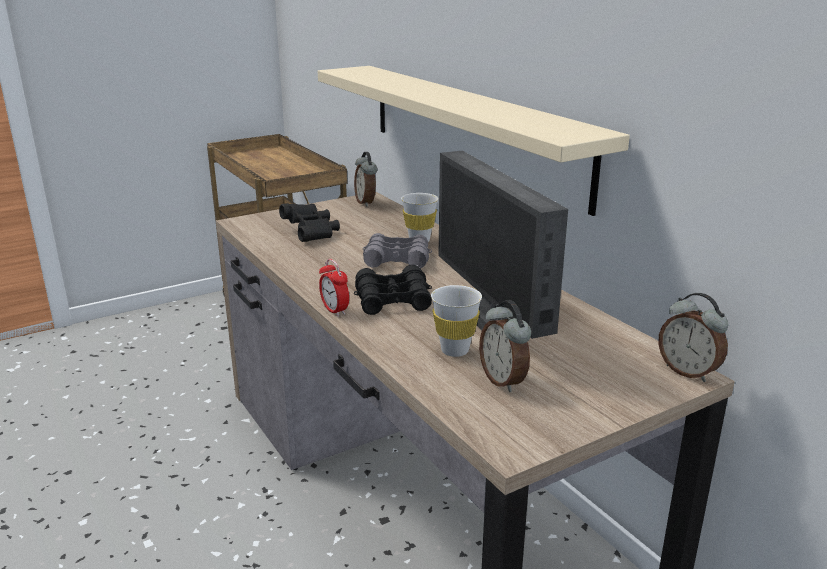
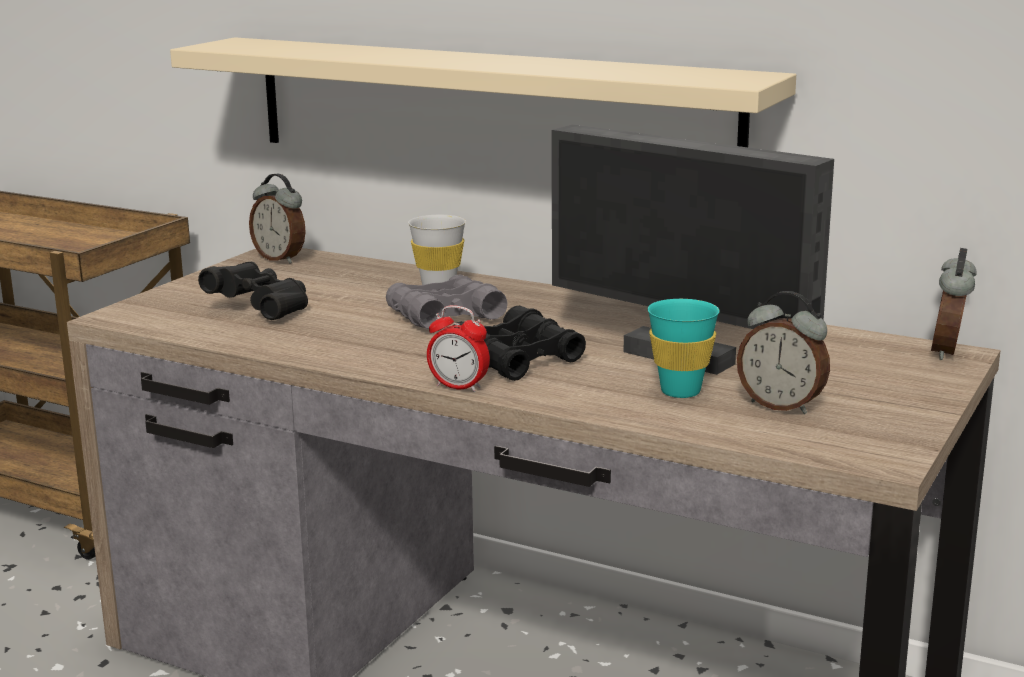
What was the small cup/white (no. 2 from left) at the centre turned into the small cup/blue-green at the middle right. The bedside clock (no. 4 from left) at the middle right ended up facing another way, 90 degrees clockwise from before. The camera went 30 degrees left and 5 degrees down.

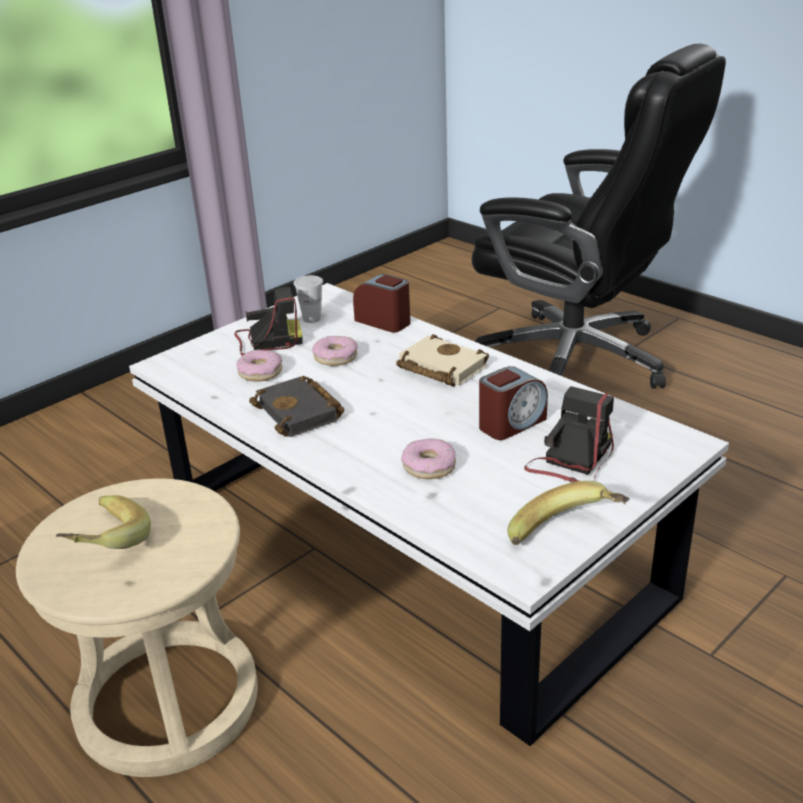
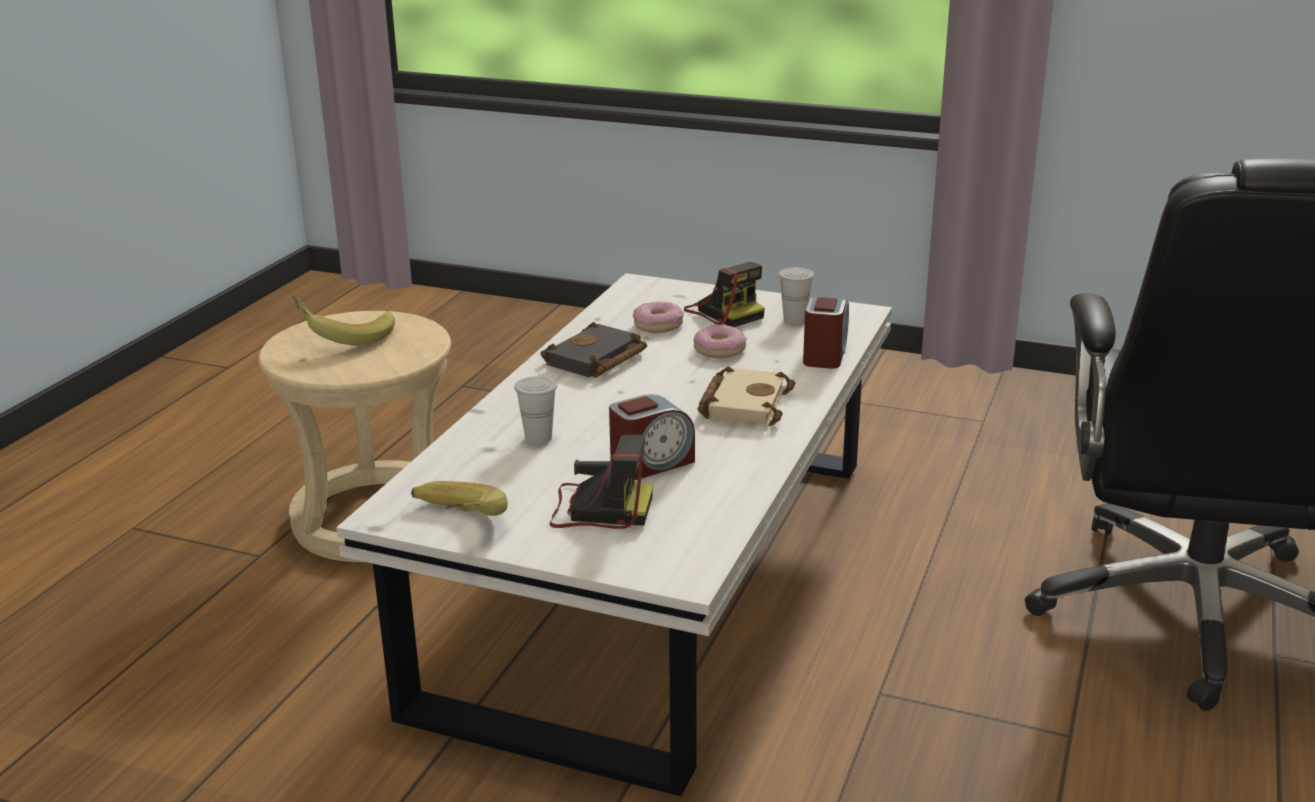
Where the ring doughnut (no. 3 from left) stood at the centre, the small cup/white (no. 1 from left) came to stand at the centre. The bedside clock (no. 2 from left in the first image) at the centre ended up facing another way, 60 degrees counterclockwise from before. The camera went 65 degrees right and 5 degrees down.

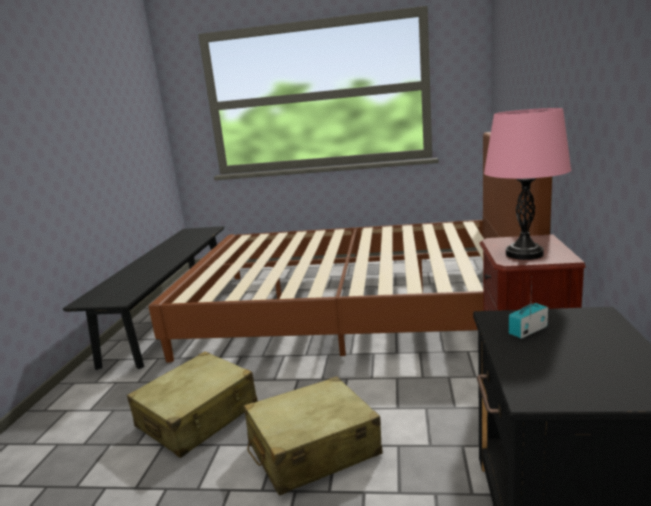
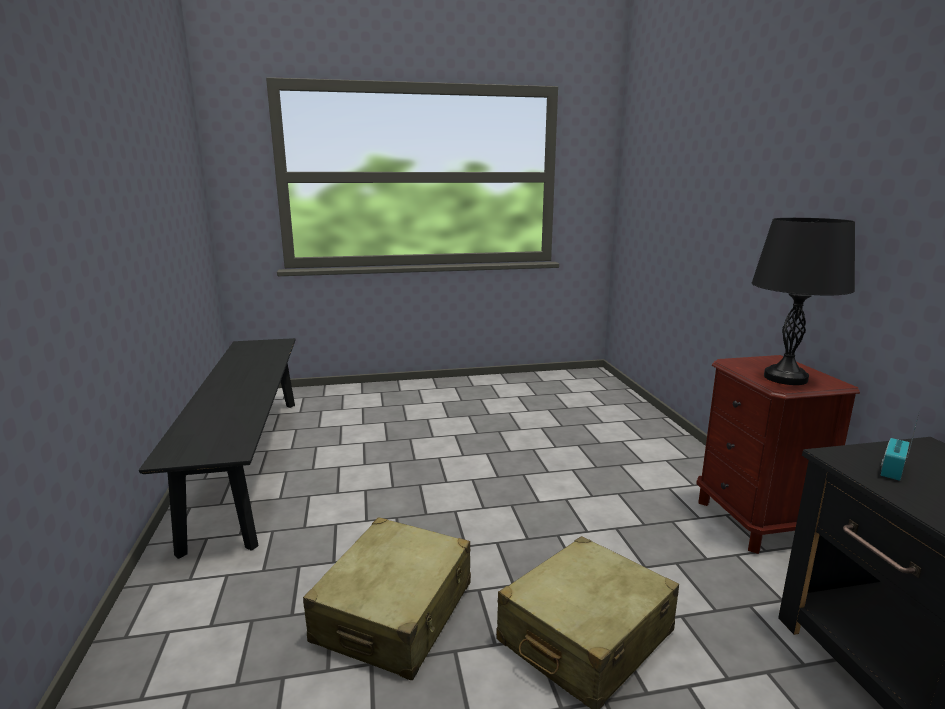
The second view lost the bed/brown-coloured at the centre. What was the table lamp/pink at the middle right turned into the table lamp/blackish at the middle right. The camera went 20 degrees left and 0 degrees up.

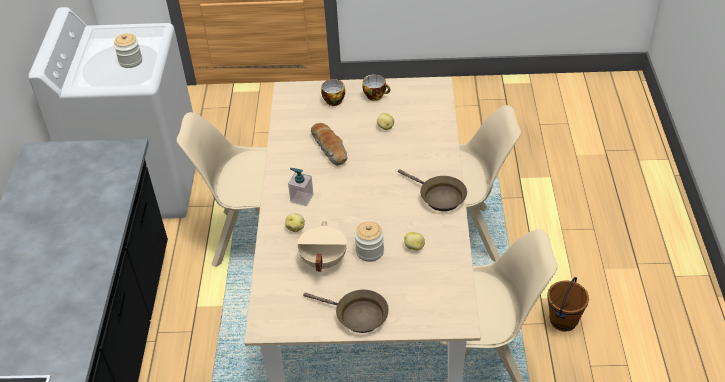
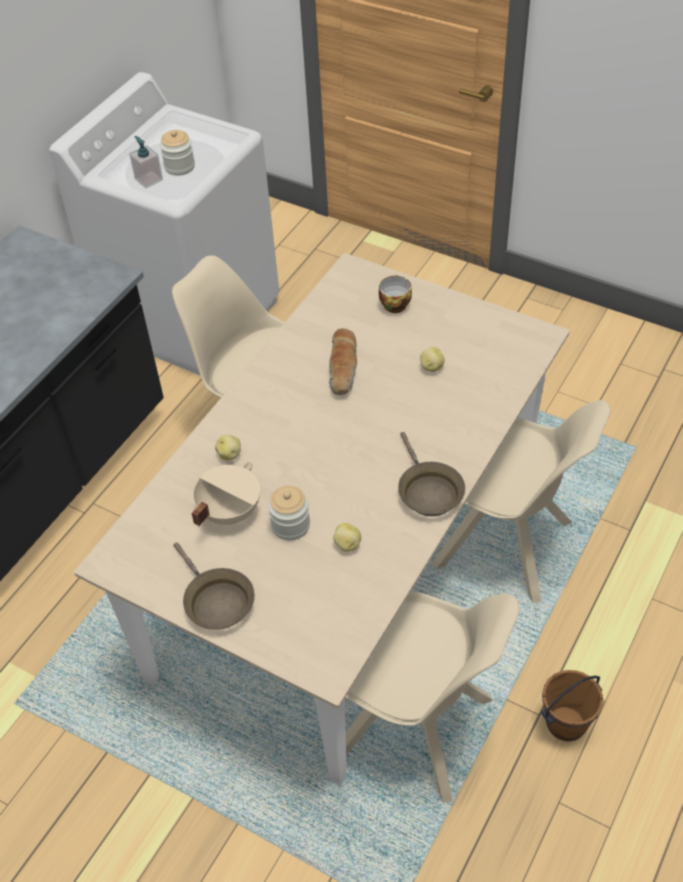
The liquid soap bottle ended up elsewhere, having gone from the centre to the top left. The second view lost the small cup (no. 2 from left) at the top centre. The camera went 30 degrees right and 5 degrees up.

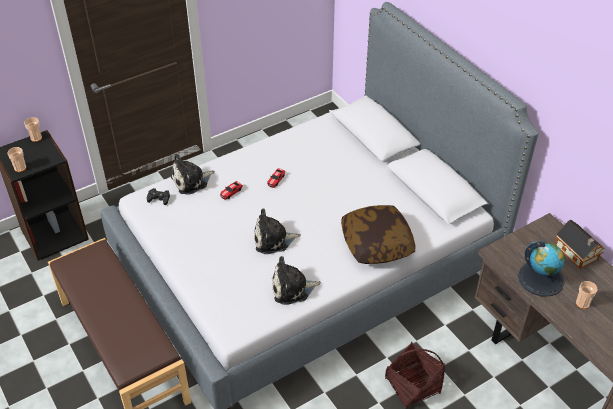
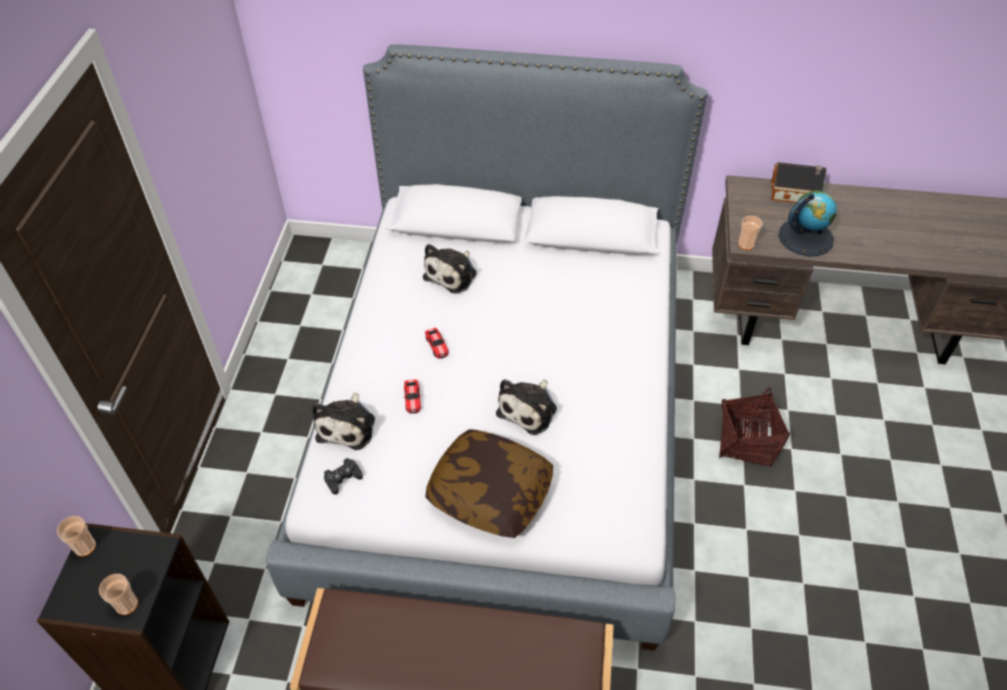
The soft toy (no. 3 from left in the first image) ended up elsewhere, having gone from the bottom centre to the centre. The cushion ended up elsewhere, having gone from the centre to the bottom centre. The small cup (no. 3 from left) ended up elsewhere, having gone from the bottom right to the middle right. The camera went 50 degrees left and 5 degrees up.

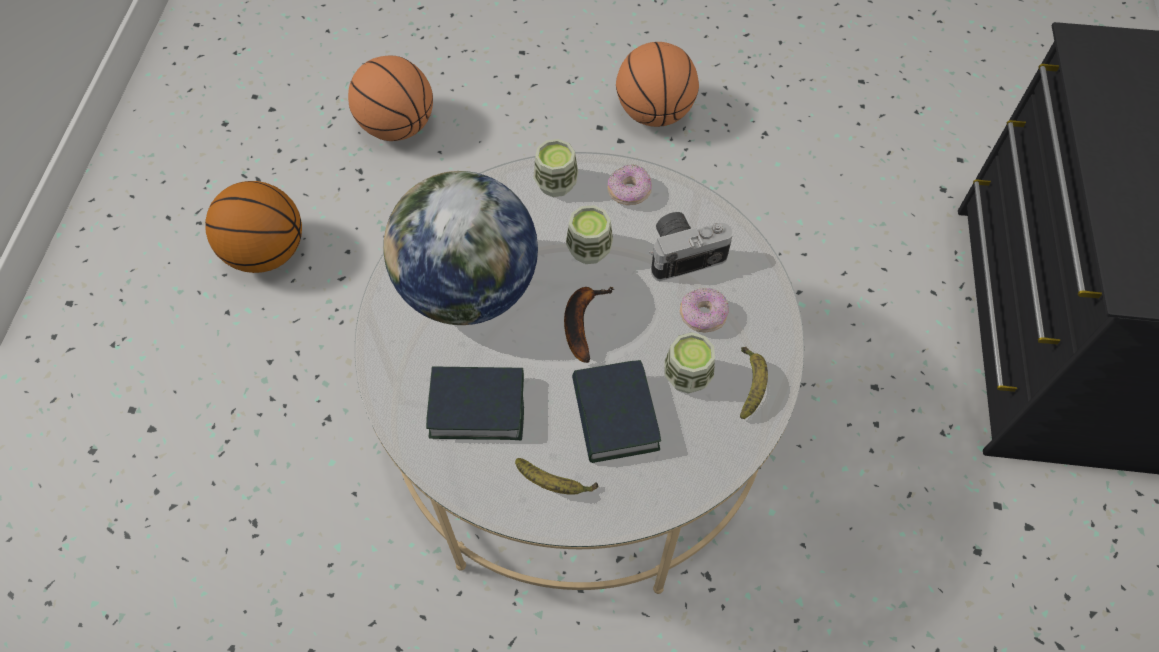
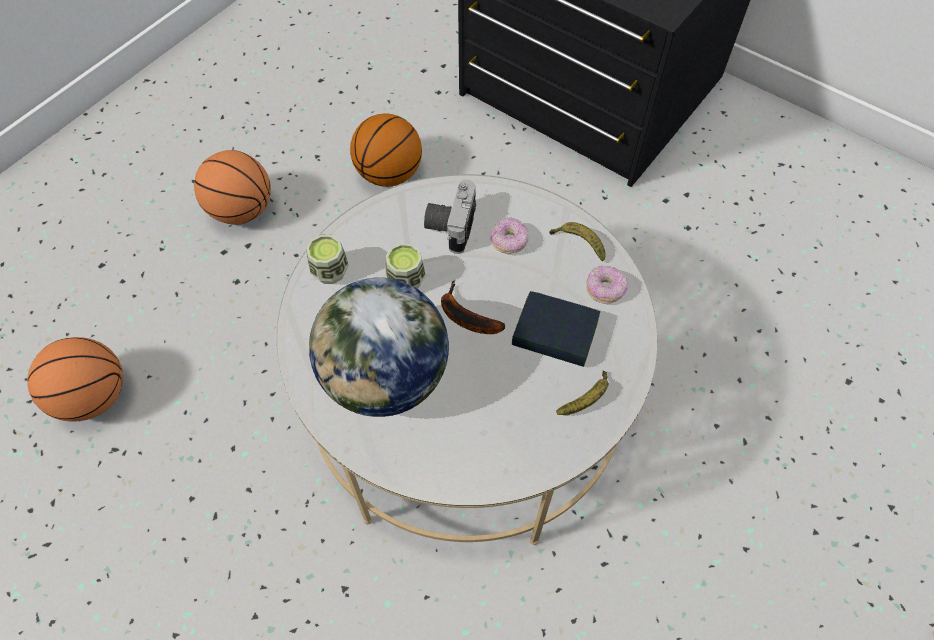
The basketball ball (no. 1 from left in the first image) ended up elsewhere, having gone from the middle left to the top centre. The second view lost the bound book (no. 1 from left) at the centre. The ring doughnut (no. 1 from left in the first image) ended up elsewhere, having gone from the top centre to the centre. The second view lost the small cup (no. 3 from left) at the centre. The camera went 60 degrees left and 0 degrees up.

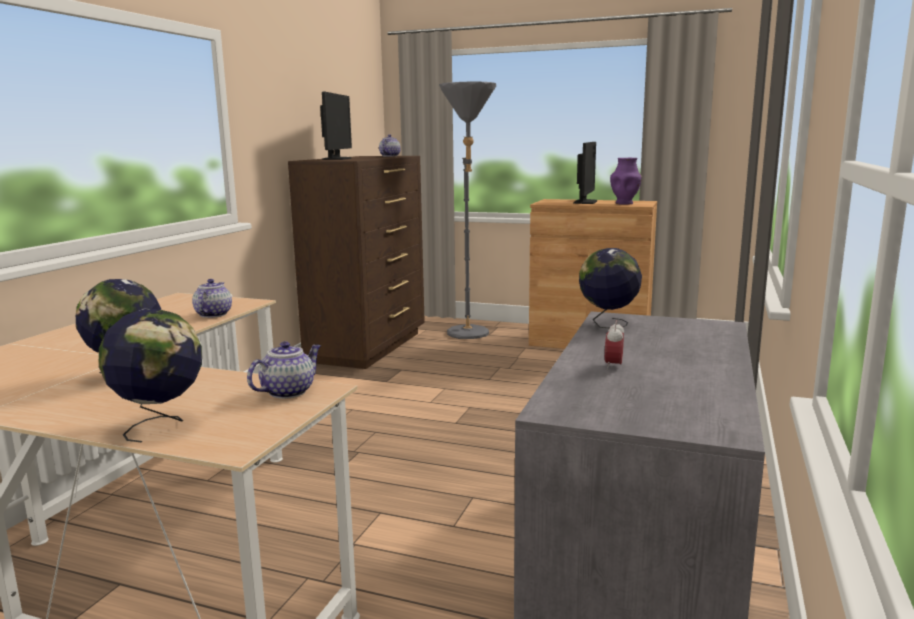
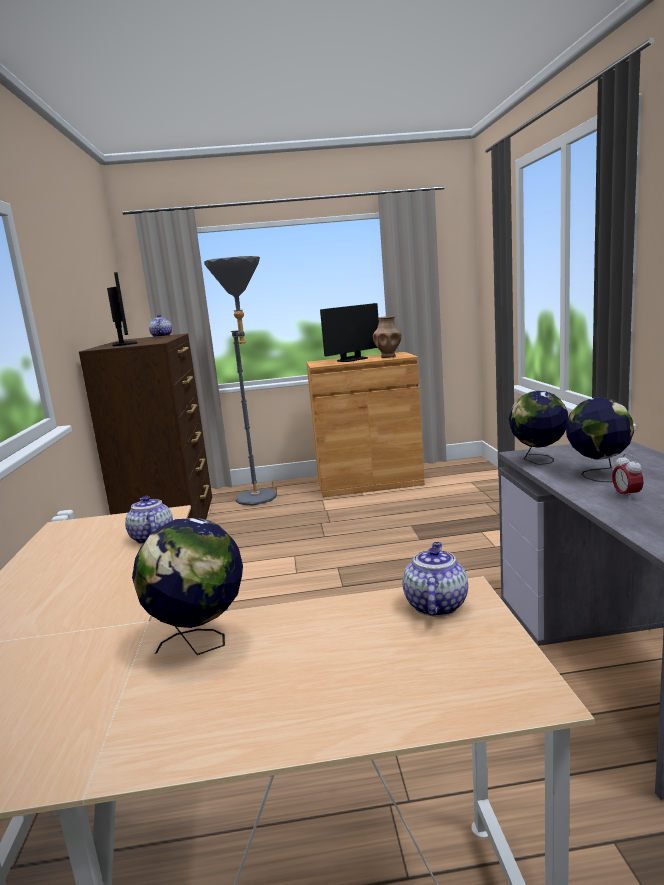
The globe (no. 2 from left in the first image) ended up elsewhere, having gone from the middle left to the middle right. The computer screen (no. 2 from left) at the top centre ended up facing another way, 60 degrees clockwise from before. What was the decorative vase/purple at the top right turned into the decorative vase/brown-coloured at the centre. The camera went 25 degrees left and 0 degrees up.

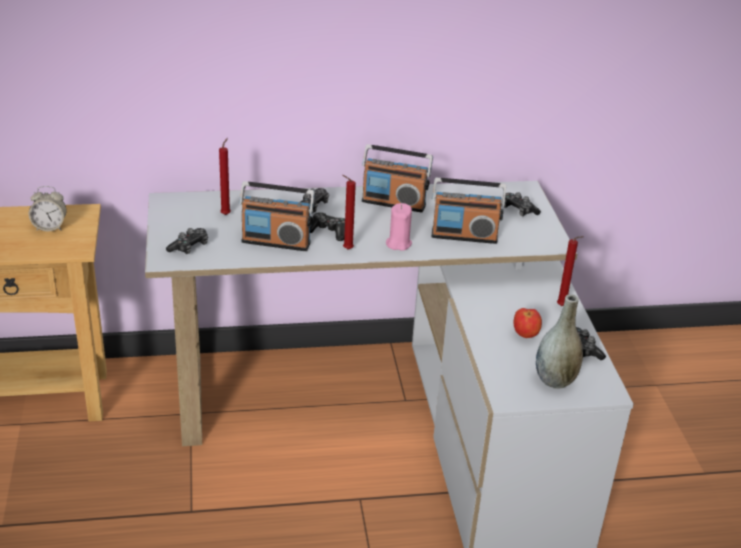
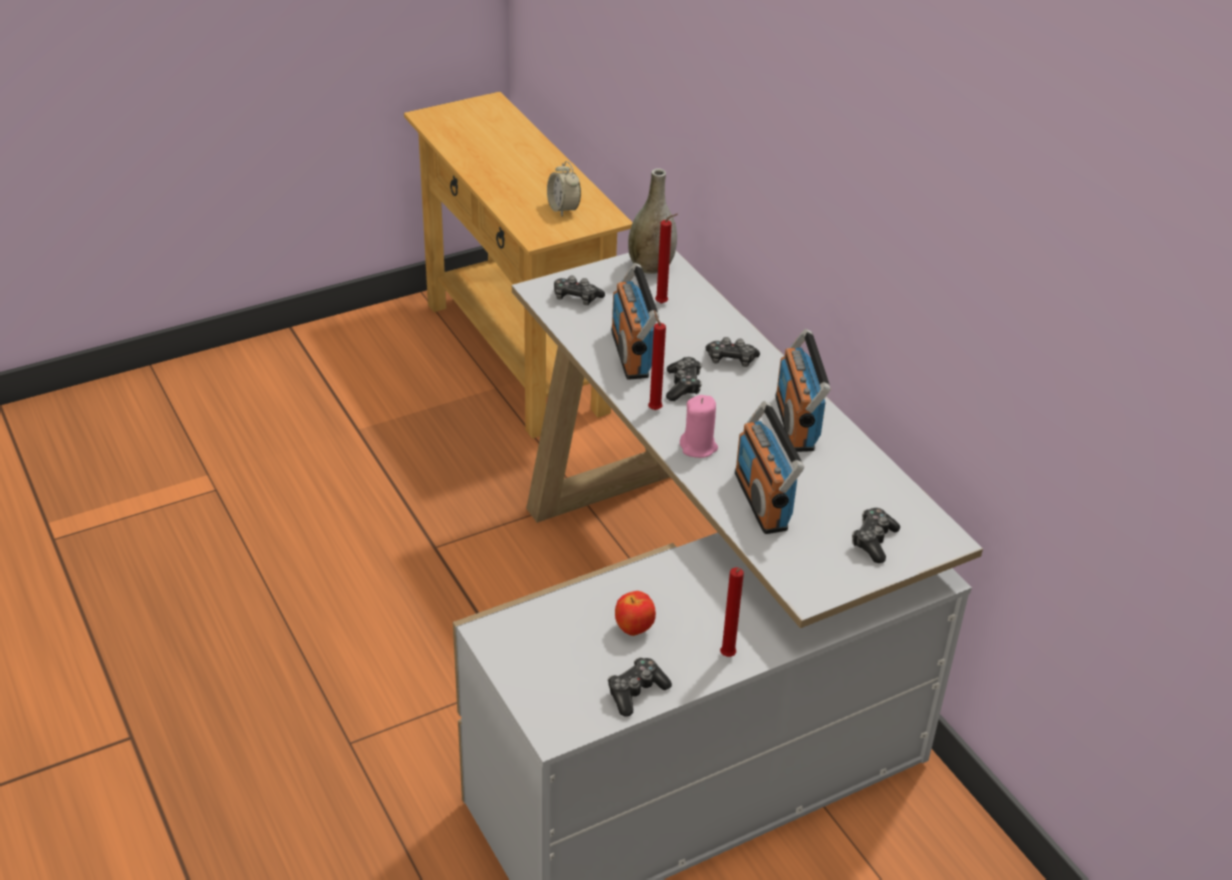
The decorative vase/greyish ended up elsewhere, having gone from the middle right to the top centre. The camera went 70 degrees right and 5 degrees up.

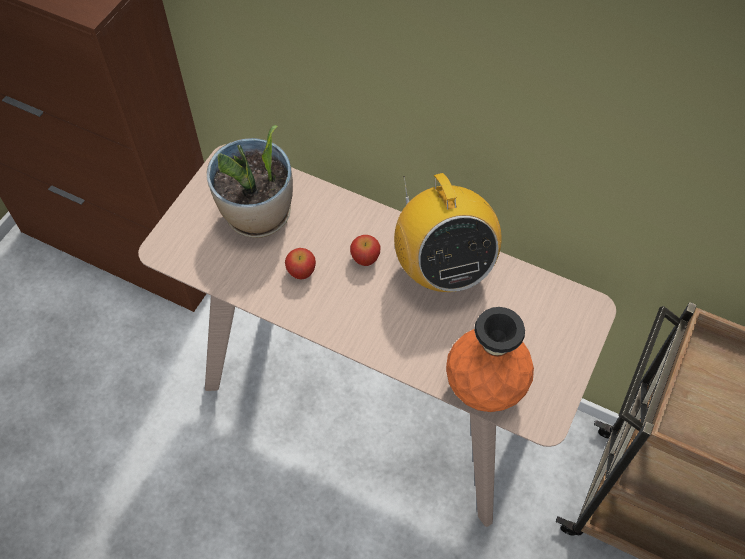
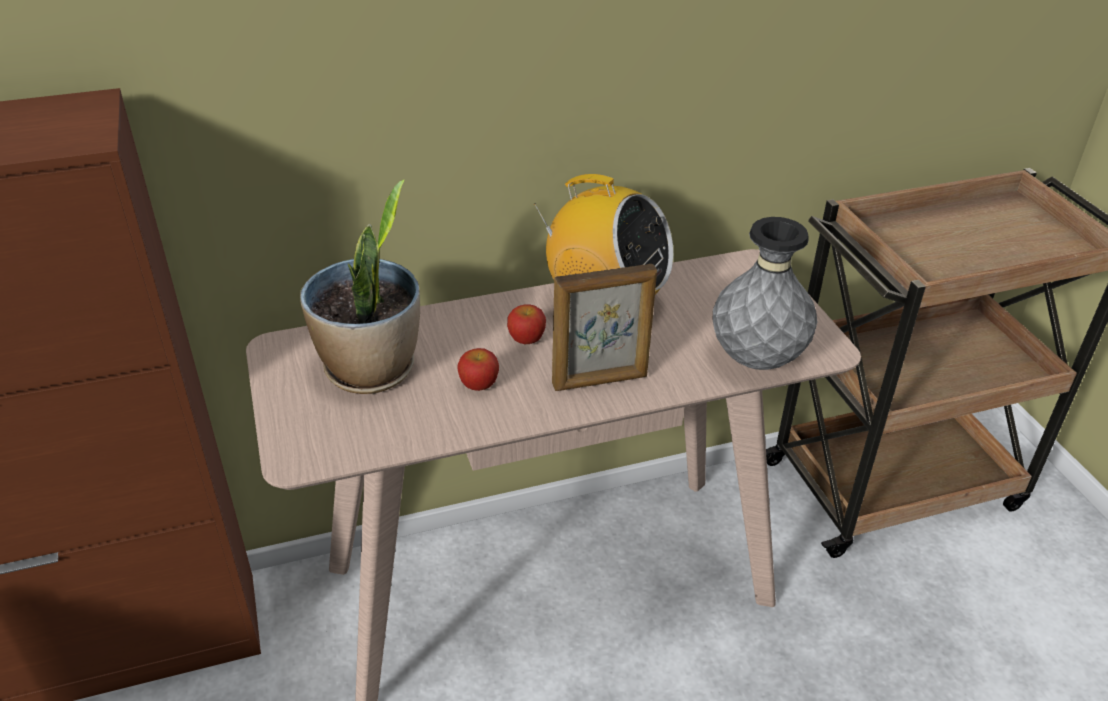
What was the decorative vase/orange-coloured at the centre turned into the decorative vase/greyish at the middle right. The second view gained the standing frame at the centre. The camera went 45 degrees left and 20 degrees down.

